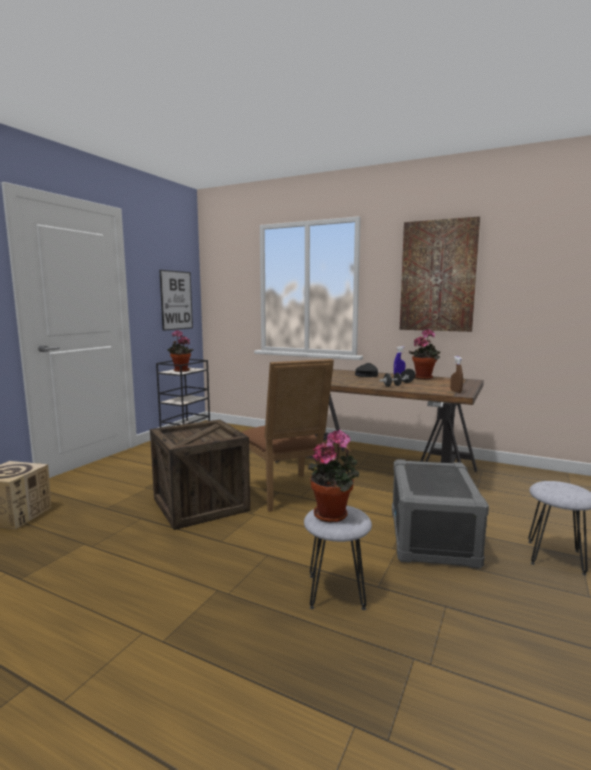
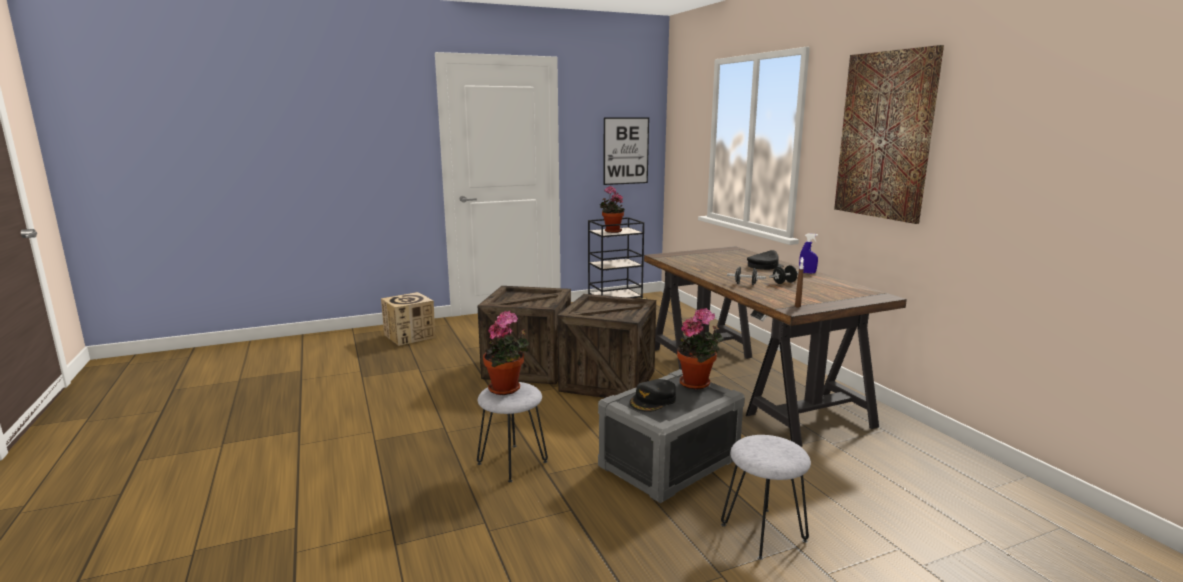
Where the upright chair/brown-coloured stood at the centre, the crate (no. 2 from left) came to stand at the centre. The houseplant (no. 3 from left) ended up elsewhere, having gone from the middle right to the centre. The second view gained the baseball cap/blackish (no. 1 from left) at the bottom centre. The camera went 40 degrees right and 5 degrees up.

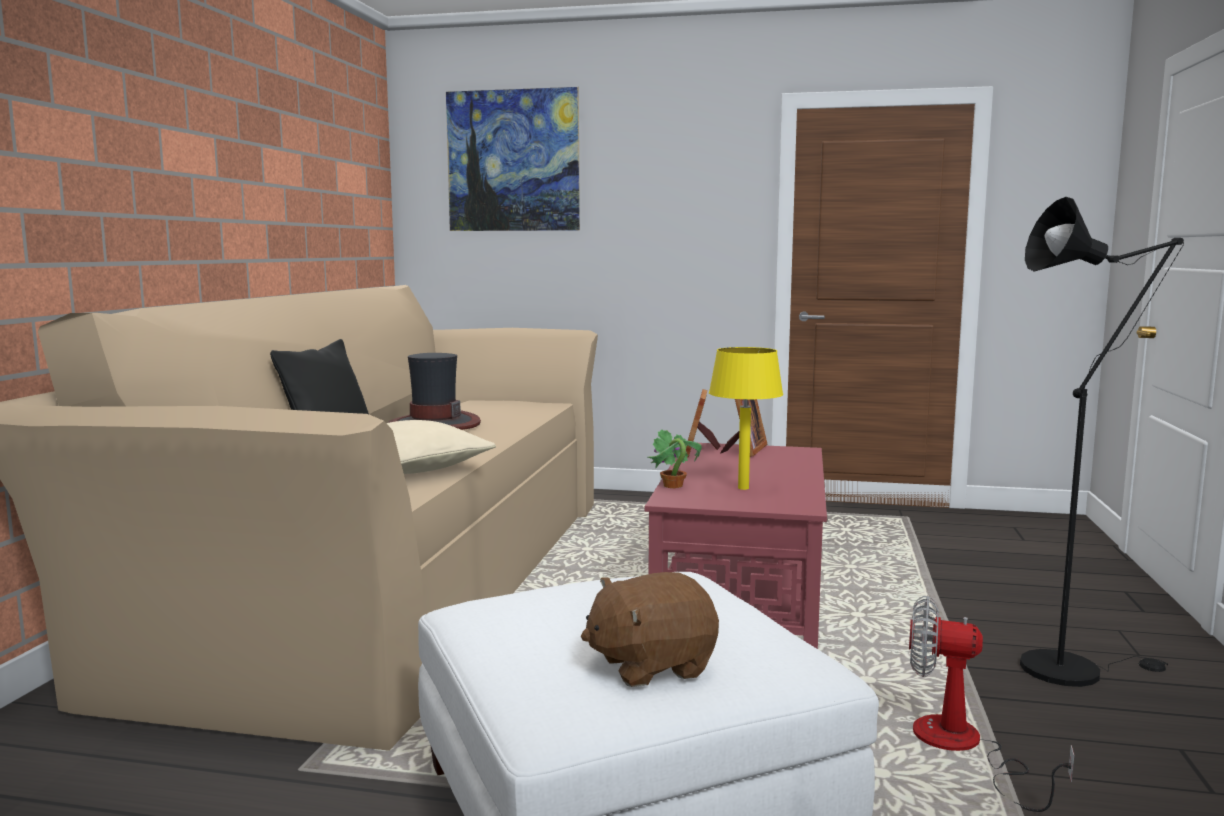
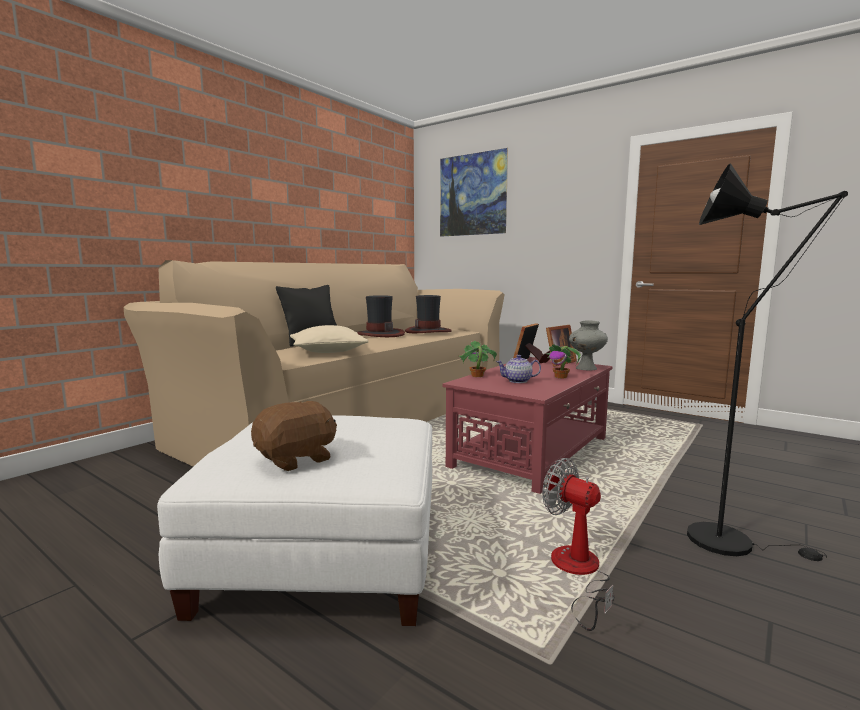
The soft toy/brown-coloured at the bottom centre ended up facing another way, 135 degrees clockwise from before. Where the table lamp/yellow stood at the centre, the teapot came to stand at the centre. The second view gained the hat (no. 2 from left) at the centre. The second view gained the houseplant (no. 2 from left) at the centre. The second view gained the decorative vase/greyish at the middle right. The camera went 25 degrees right and 0 degrees up.

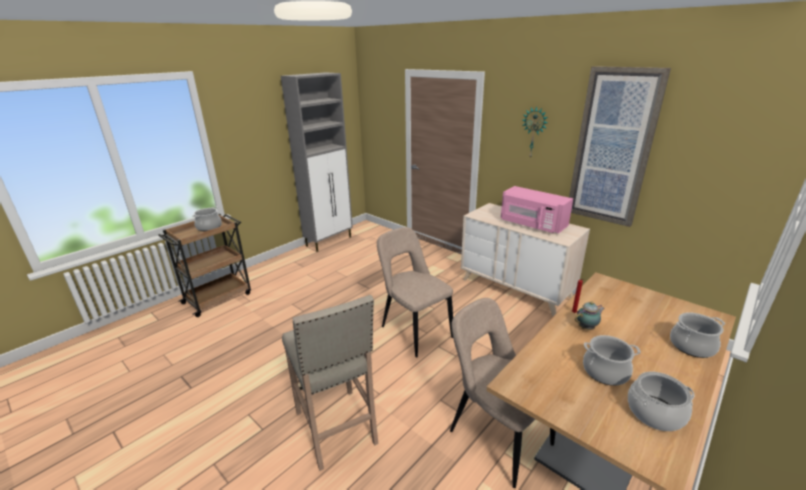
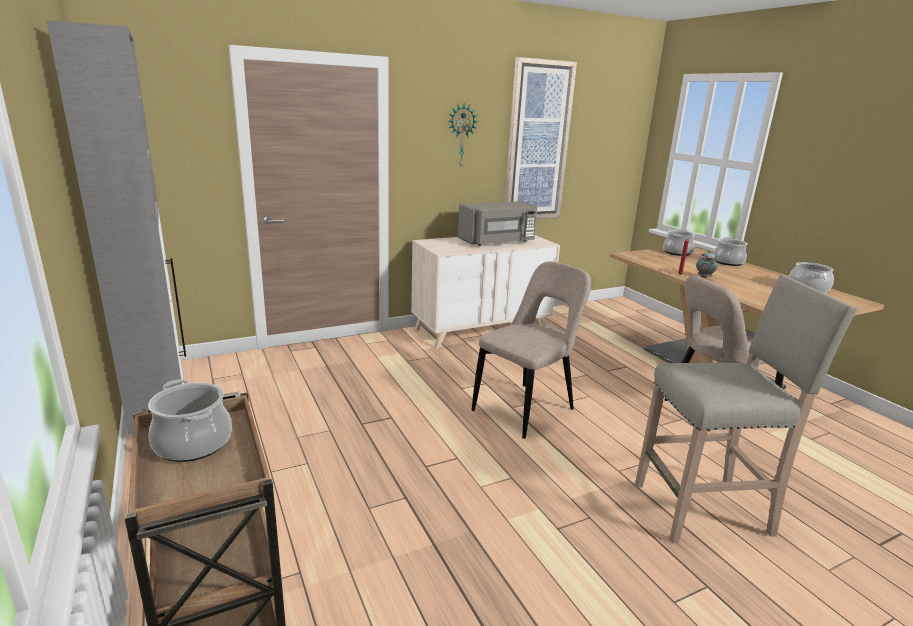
The upright chair/sand-coloured (no. 1 from left) at the centre ended up facing another way, 150 degrees clockwise from before. What was the kitchen microwave/pink at the centre turned into the kitchen microwave/greyish at the centre. The saucepot (no. 2 from left) ended up elsewhere, having gone from the bottom right to the middle right. The camera went 70 degrees left and 5 degrees down.

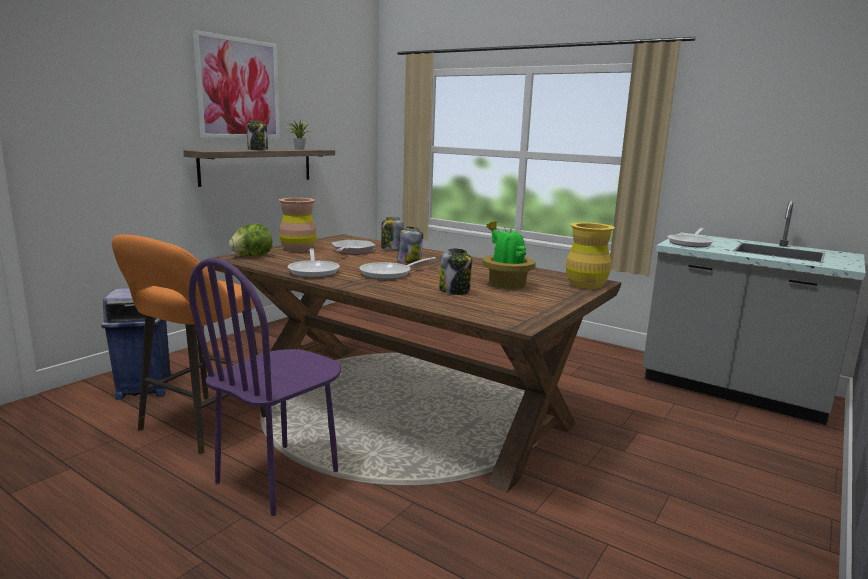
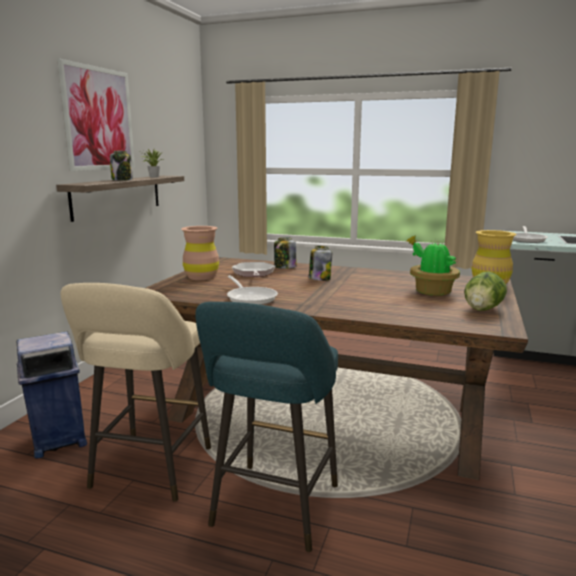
What was the stool seat/orange-coloured at the middle left turned into the stool seat/sand-coloured at the bottom left. Where the upright chair/purple stood at the bottom left, the stool seat/blue-green came to stand at the bottom centre. The lettuce ended up elsewhere, having gone from the middle left to the middle right. The second view lost the pan (no. 3 from left) at the centre. The second view lost the storage jar (no. 4 from left) at the centre. The camera went 15 degrees left and 0 degrees up.

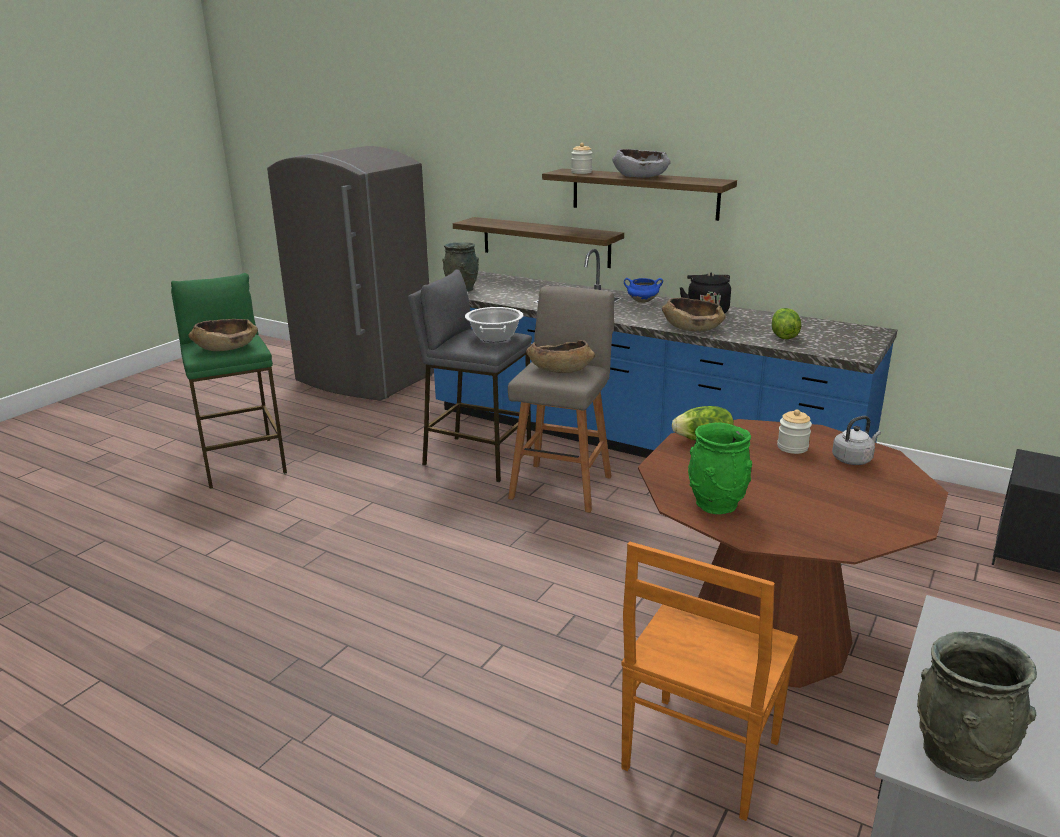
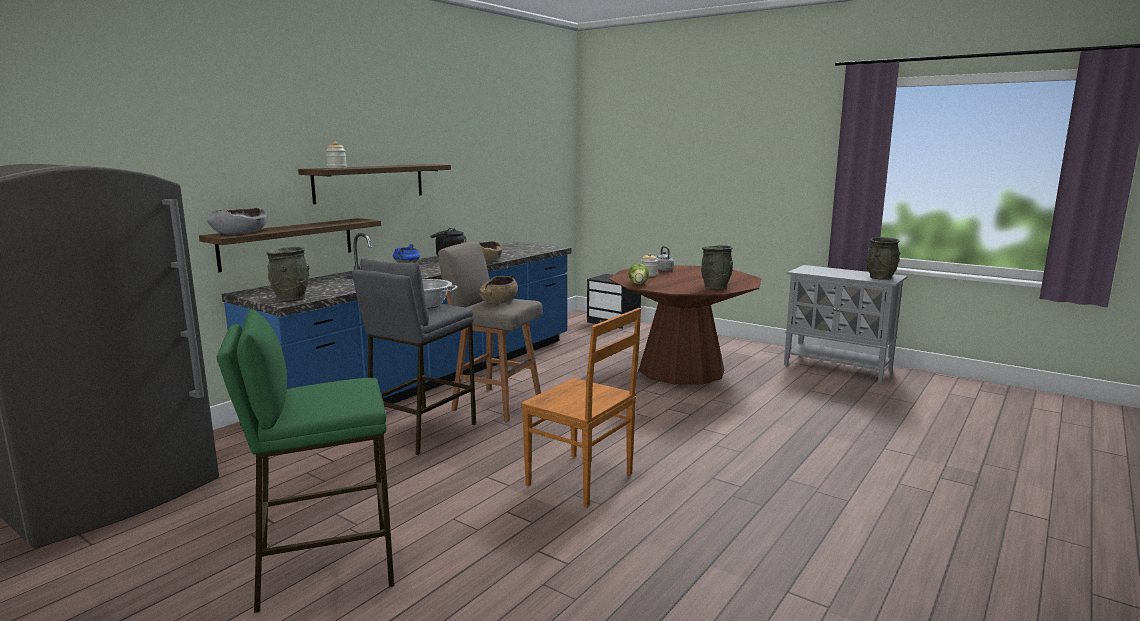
The second view lost the deep dish/brown-coloured (no. 1 from left) at the middle left. The deep dish/greyish ended up elsewhere, having gone from the top centre to the middle left. The upright chair/brown-coloured ended up elsewhere, having gone from the bottom right to the centre. What was the decorative vase/green at the middle right turned into the decorative vase/greyish (no. 2 from left) at the centre. The second view lost the lettuce (no. 2 from left) at the middle right. The camera went 85 degrees left and 10 degrees down.

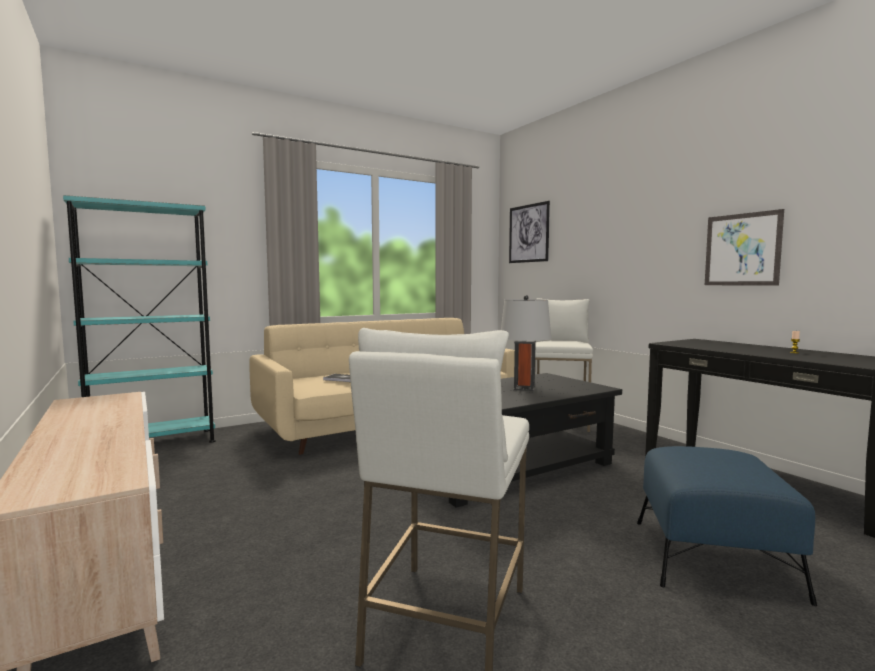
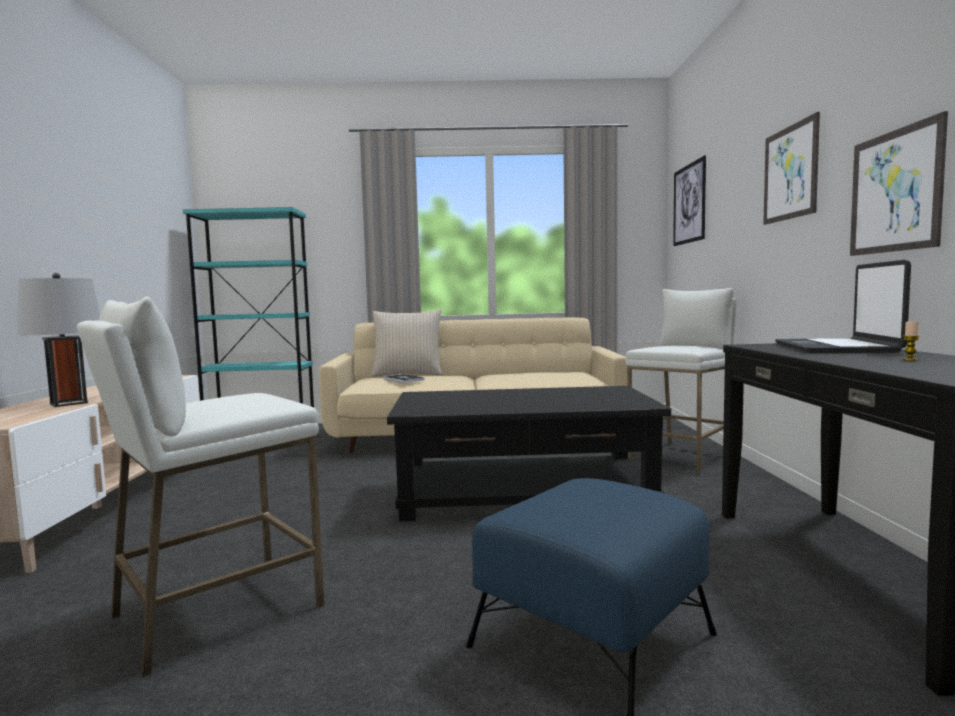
The table lamp/greyish ended up elsewhere, having gone from the centre to the middle left. The second view gained the cushion/sand-coloured at the centre. The second view gained the wall picture (no. 2 from left) at the top right. The second view gained the notebook computer at the middle right. The camera went 30 degrees right and 0 degrees up.

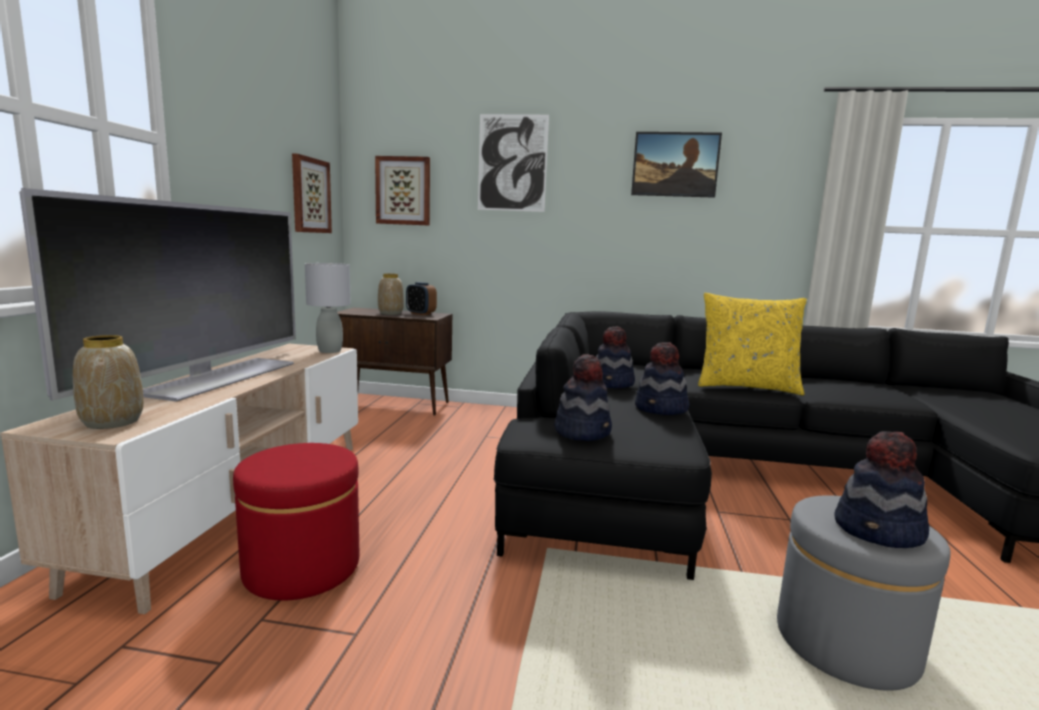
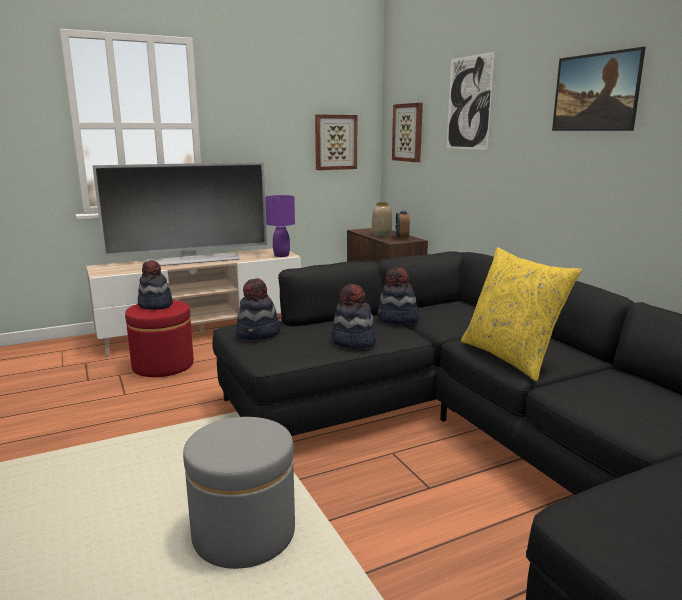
The second view lost the decorative vase (no. 1 from left) at the middle left. What was the table lamp/greyish at the middle left turned into the table lamp/purple at the centre. The hat (no. 4 from left in the first image) ended up elsewhere, having gone from the bottom right to the middle left. The camera went 55 degrees right and 5 degrees up.

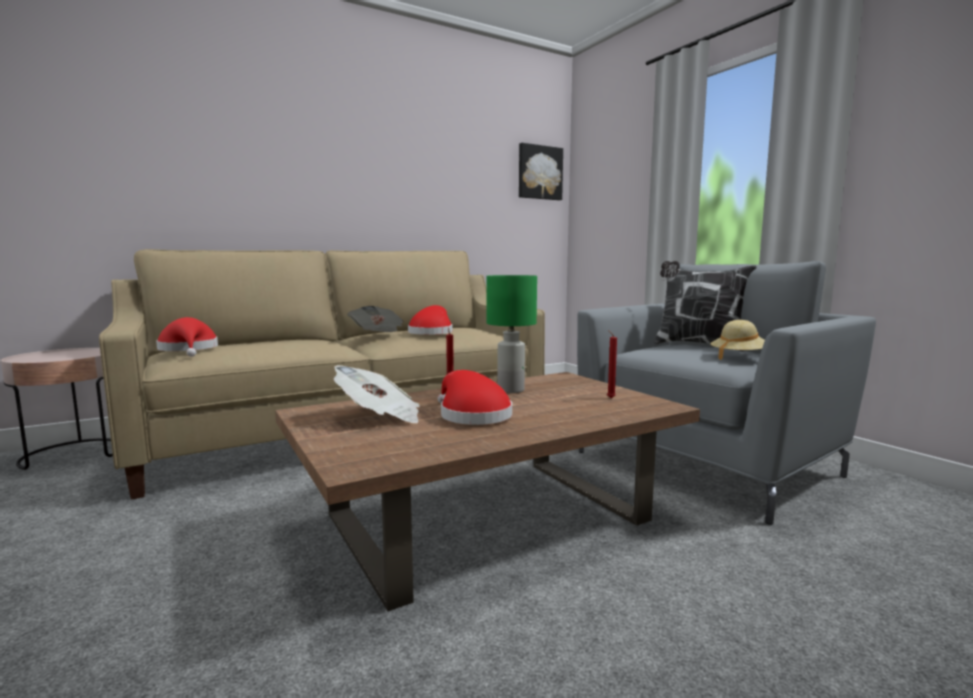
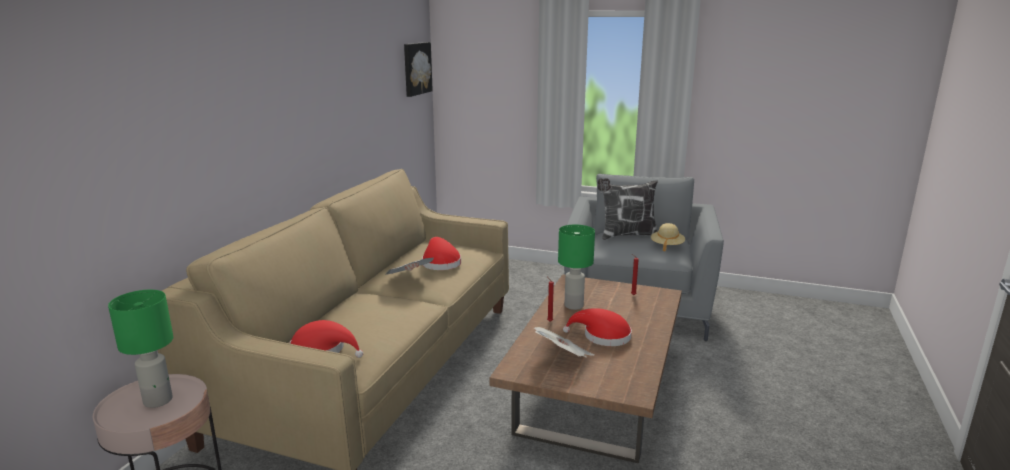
The second view gained the table lamp/green (no. 1 from left) at the bottom left. The camera went 40 degrees left and 10 degrees up.

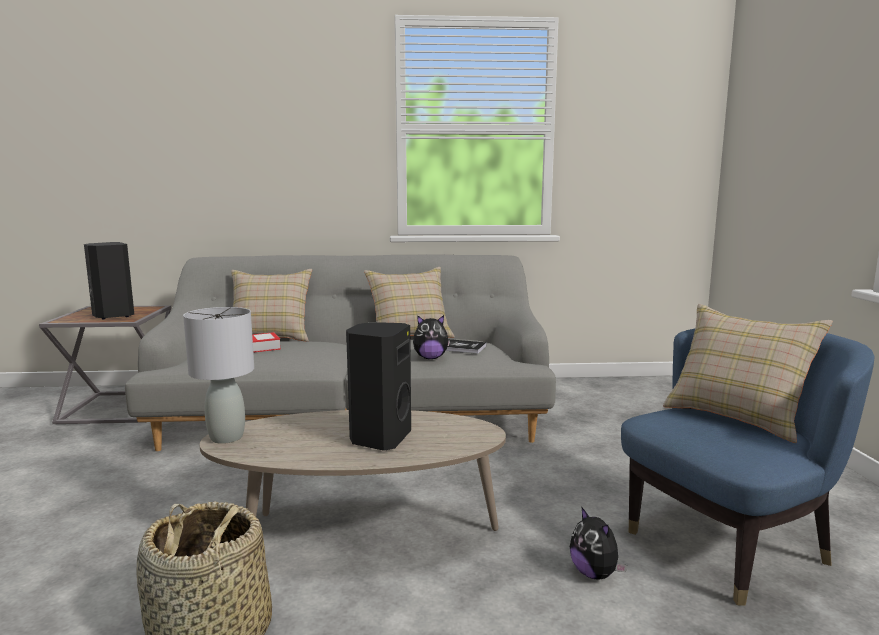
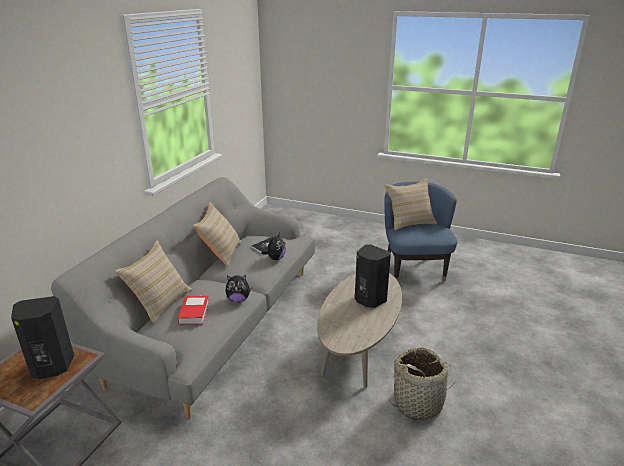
The second view lost the table lamp/greyish at the middle left. The soft toy (no. 2 from left in the first image) ended up elsewhere, having gone from the bottom right to the centre. The camera went 65 degrees left and 15 degrees up.

